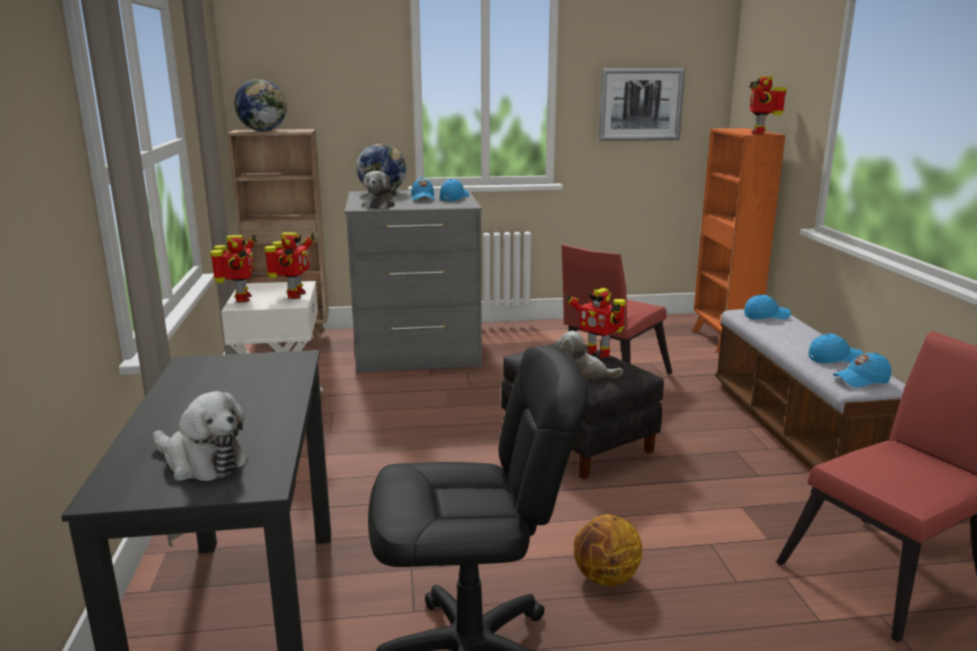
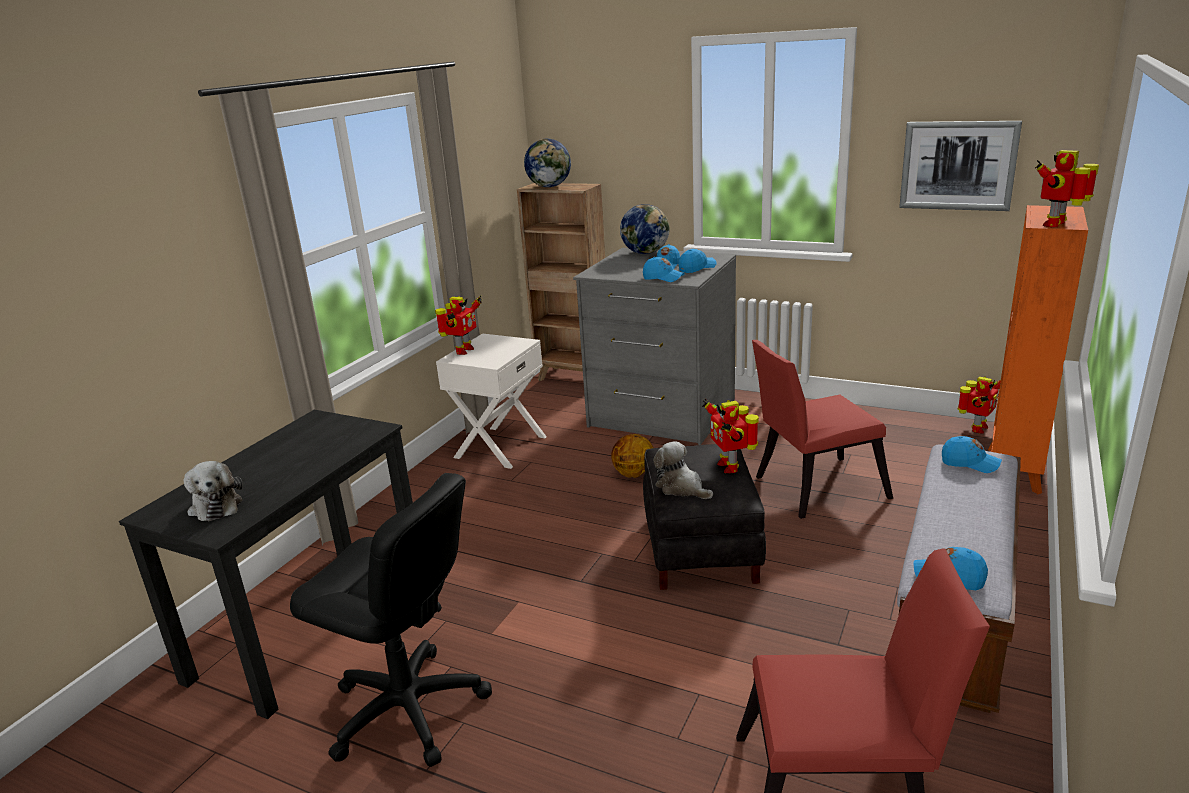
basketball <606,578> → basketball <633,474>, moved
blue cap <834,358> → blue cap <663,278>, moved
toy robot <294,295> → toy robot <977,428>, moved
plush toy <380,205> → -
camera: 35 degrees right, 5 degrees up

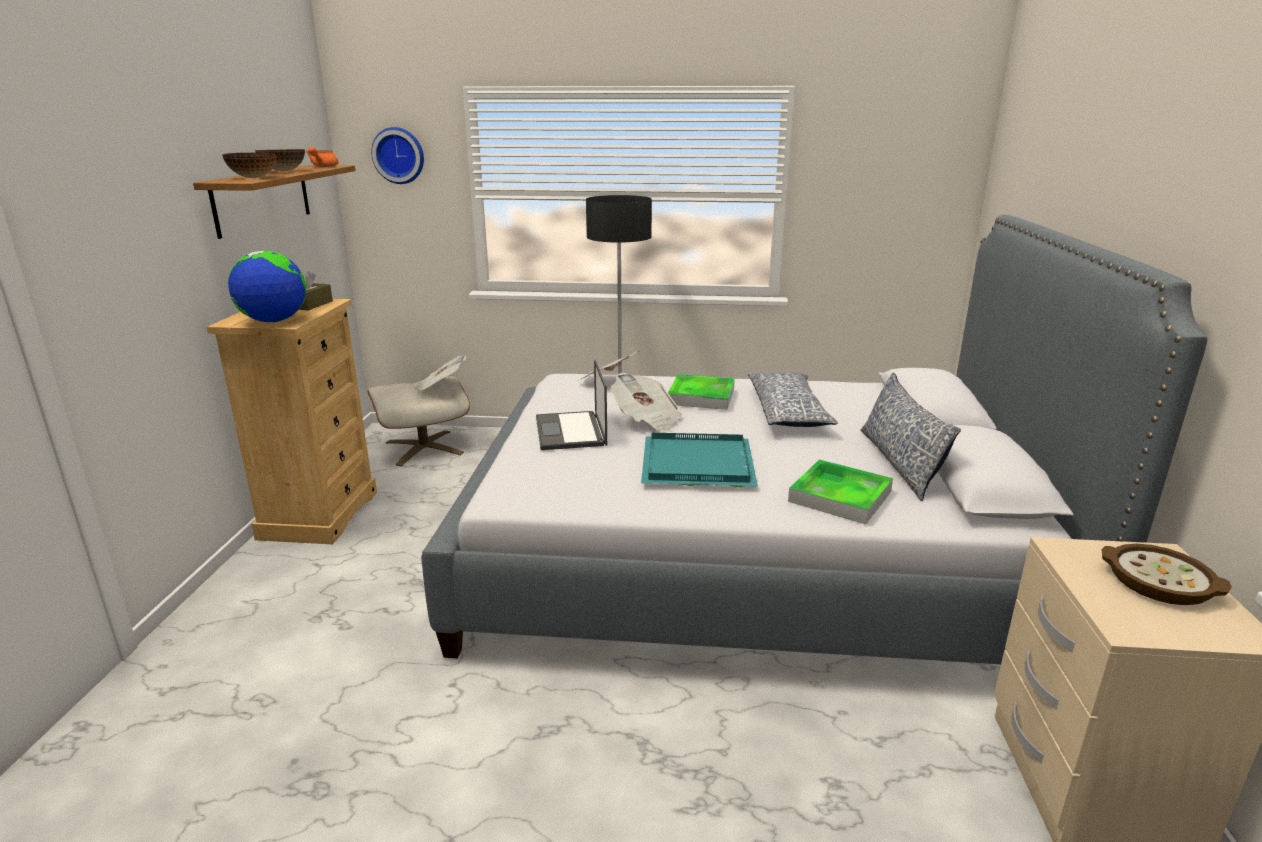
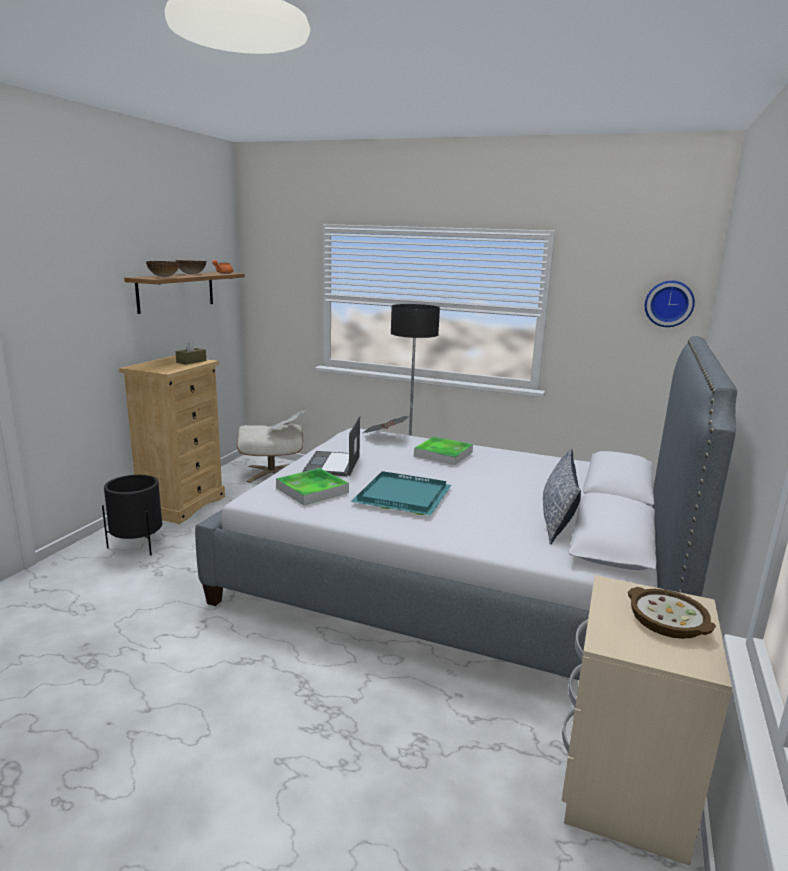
- → black planter <137,545>
tray <840,496> → tray <312,490>, moved
wall clock <399,155> → wall clock <669,303>, moved
globe <274,321> → -
newspaper <646,420> → -
pillow <788,412> → -
camera: 15 degrees right, 5 degrees down

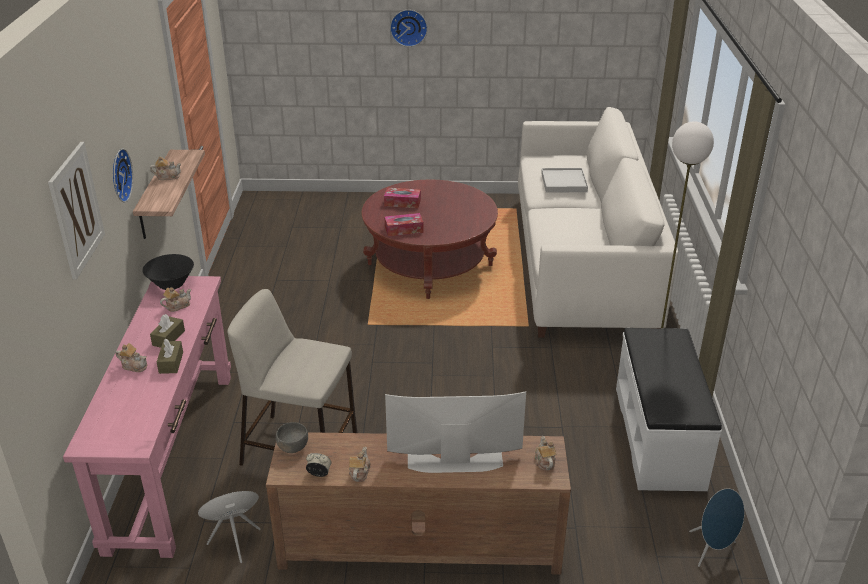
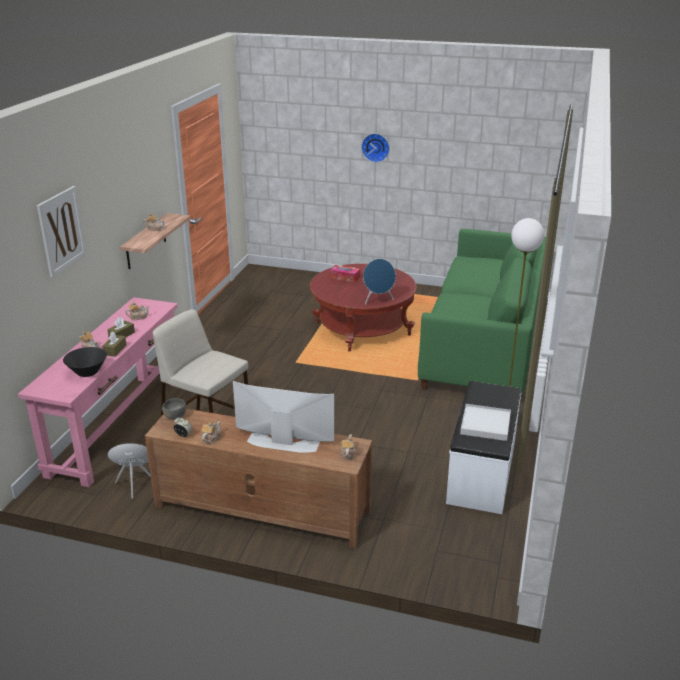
black bowl <171,284> → black bowl <87,372>, moved
blue speaker <712,550> → blue speaker <378,300>, moved
white sofa <582,263> → green sofa <484,342>
white tray <564,182> → white tray <485,424>, moved
wall clock <118,175> → -
tissue box <404,230> → -
camera: 15 degrees right, 5 degrees down

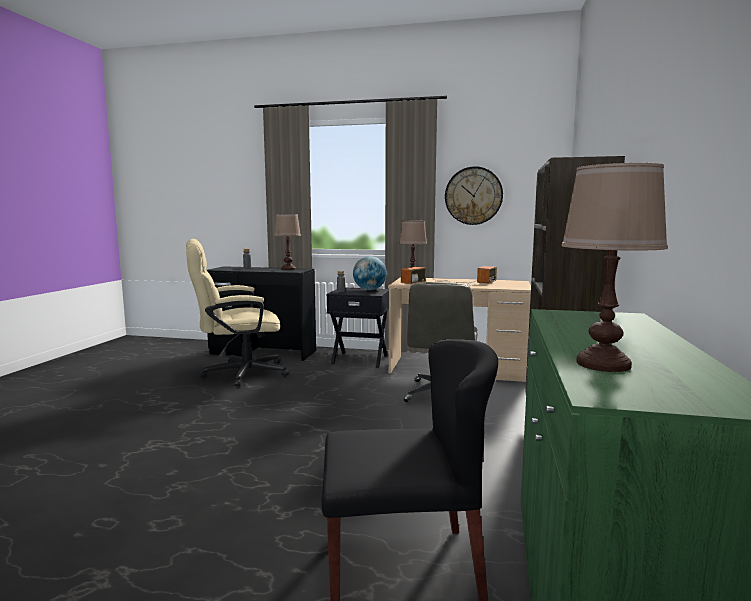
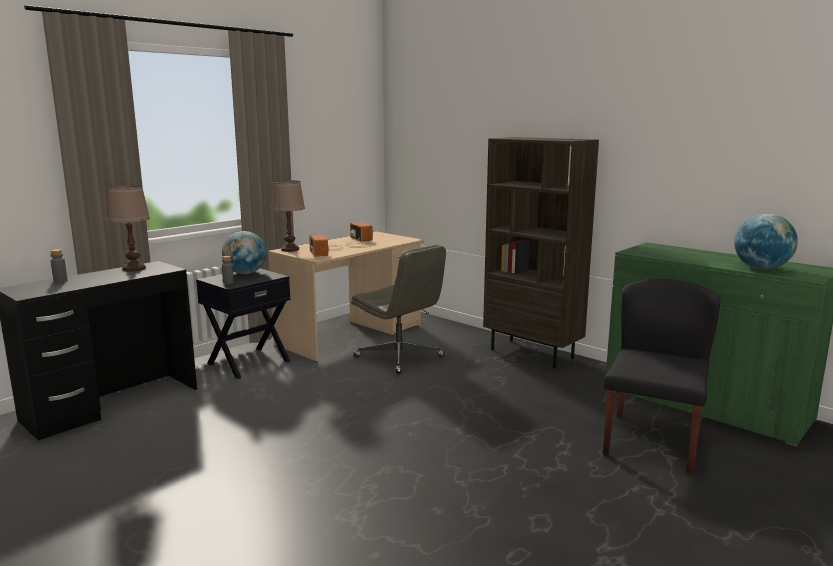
brown table lamp <604,364> → globe <761,269>
beige office chair <237,374> → -
wall clock <473,196> → -
camera: 60 degrees left, 5 degrees up

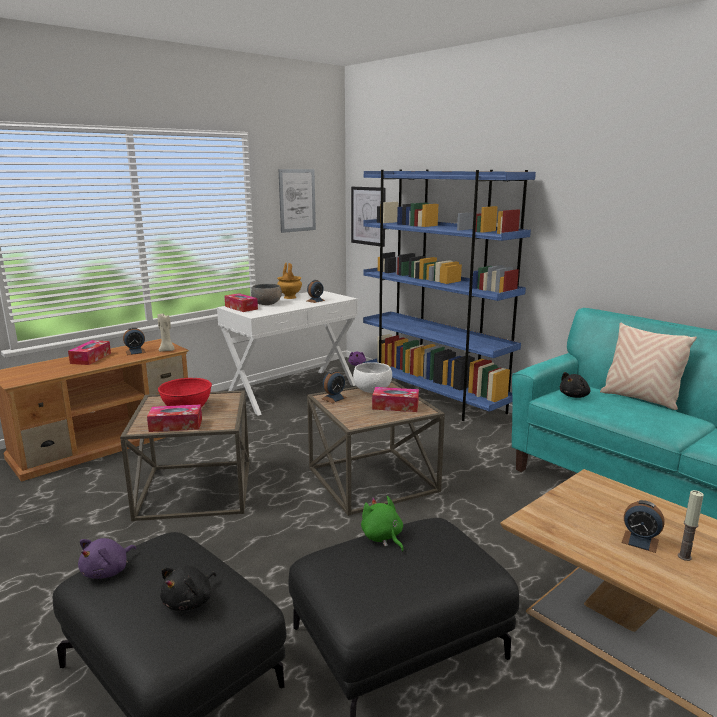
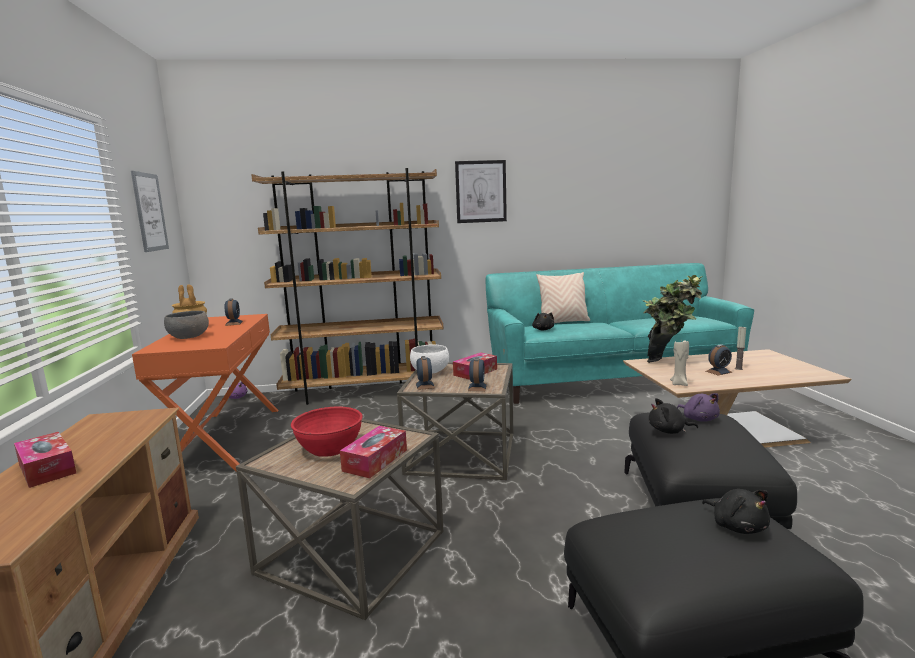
white console table <292,391> → orange console table <225,440>
blue bookcase <433,398> → brown bookcase <365,392>
picture <368,216> → picture <481,191>, moved
alarm clock <135,352> → alarm clock <477,387>, moved
- → potted plant <669,363>
green plush toy <382,537> → black plush toy <669,431>
beige candle <167,350> → beige candle <679,384>, moved
purple plush toy <108,571> → purple plush toy <699,419>, moved
tissue box <241,308> → -
camera: 55 degrees left, 5 degrees down

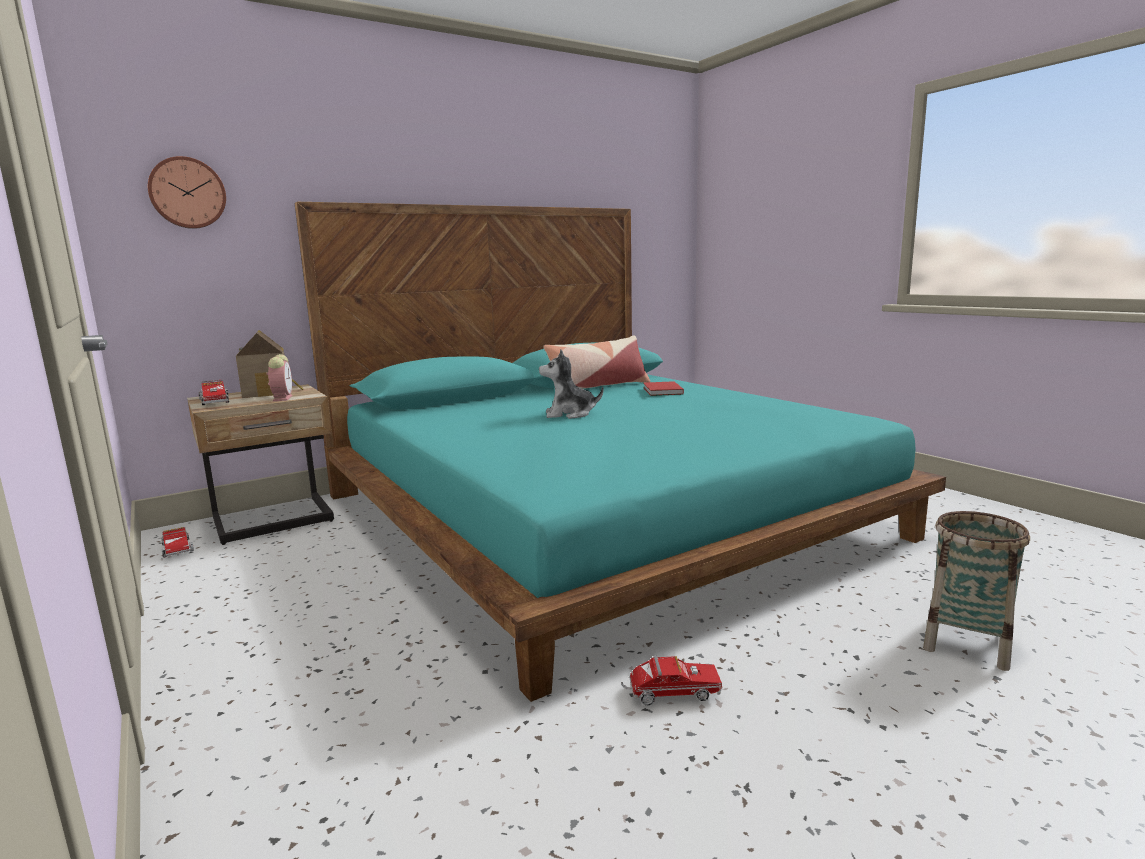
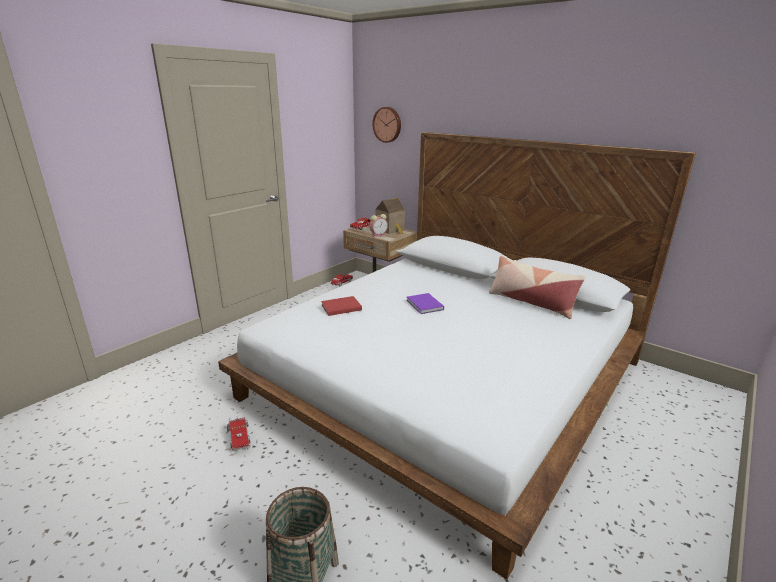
turquoise bed <597,515> → white bed <445,378>
red book <662,391> → red book <340,307>, moved
plush toy <569,414> → purple book <424,305>
camera: 70 degrees right, 10 degrees up

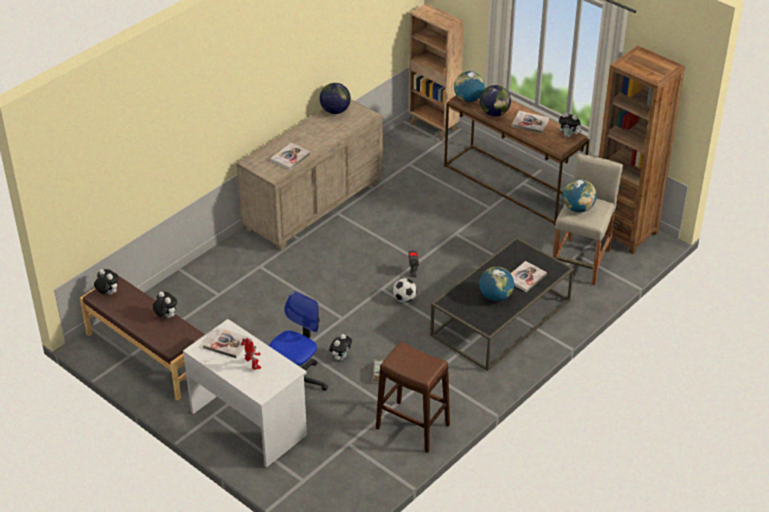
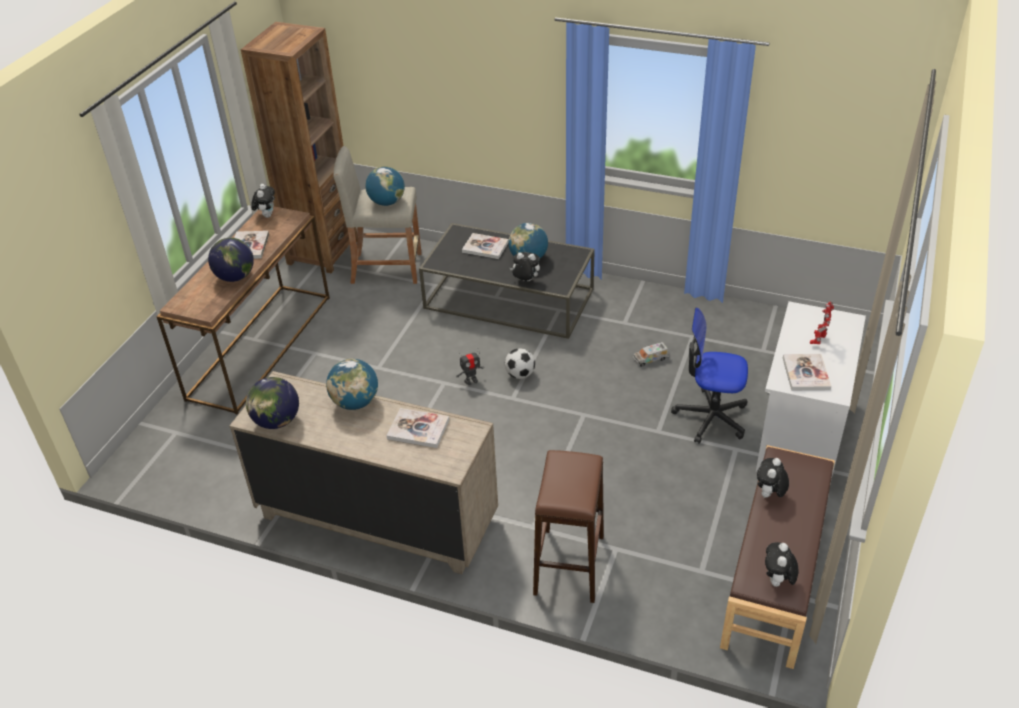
globe <468,99> → globe <355,402>, moved
plush toy <340,357> → plush toy <525,281>, moved
brown stool <412,427> → brown stool <569,565>, moved
brown bookcase <433,127> → -
camera: 110 degrees left, 0 degrees up

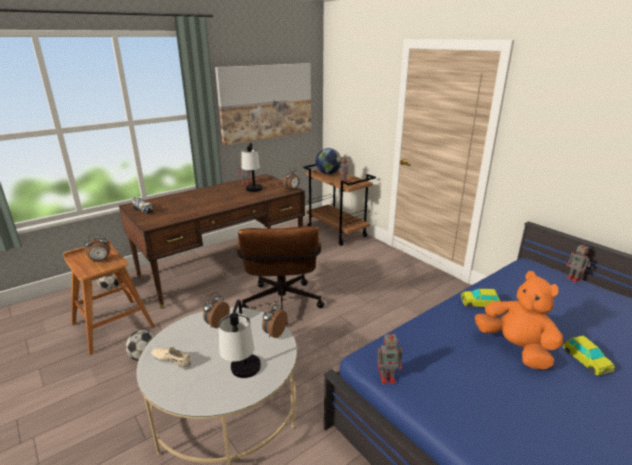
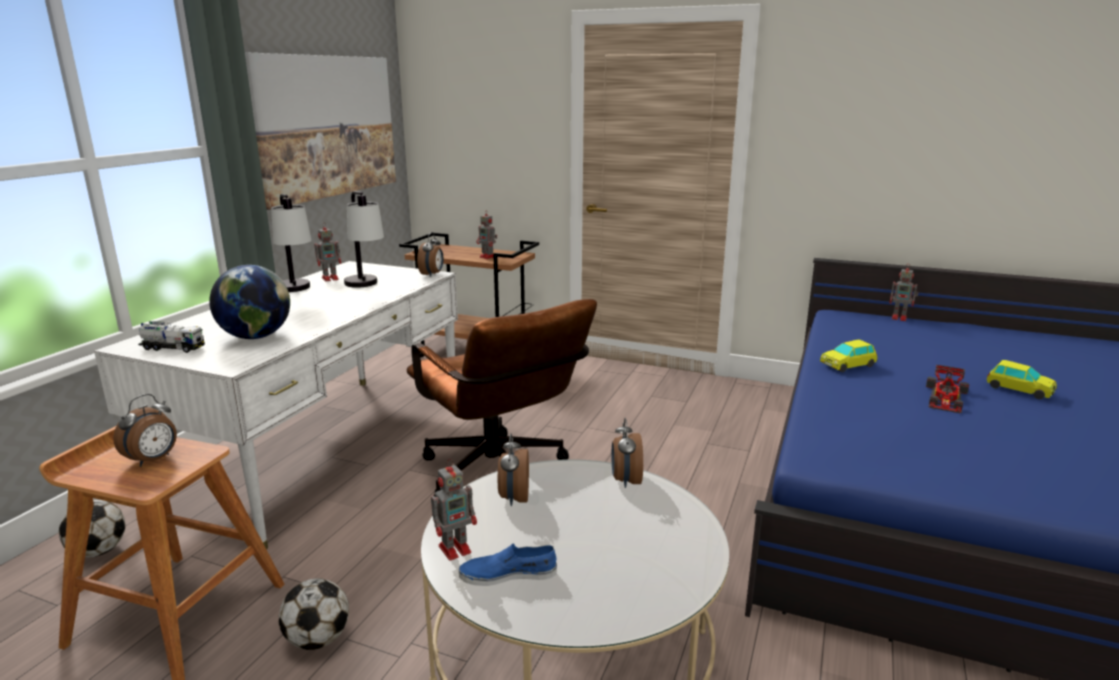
brown desk <223,267> → white desk <323,449>
globe <328,173> → globe <256,336>, moved
table lamp <244,378> → table lamp <297,291>, moved
toy robot <388,377> → toy robot <456,548>, moved
beige shoe <171,360> → blue shoe <508,574>
orange plush toy <515,348> → toy car <945,398>
camera: 30 degrees left, 5 degrees down

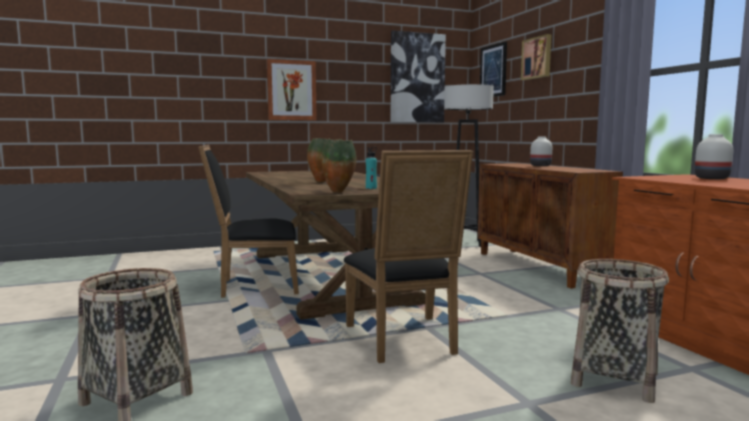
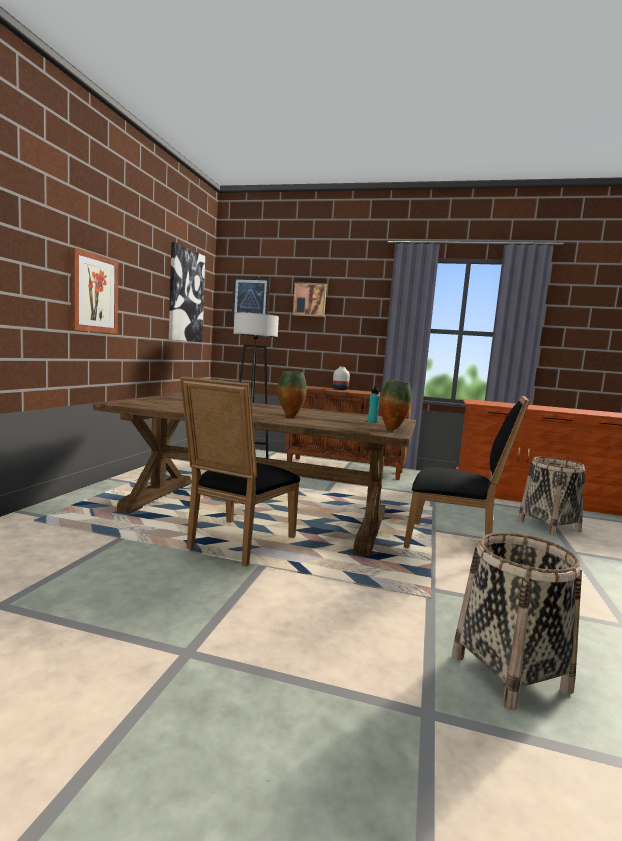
white vase <712,178> → -
camera: 55 degrees left, 0 degrees up

